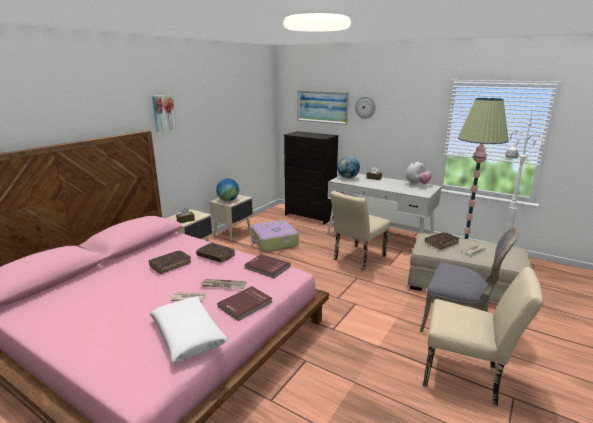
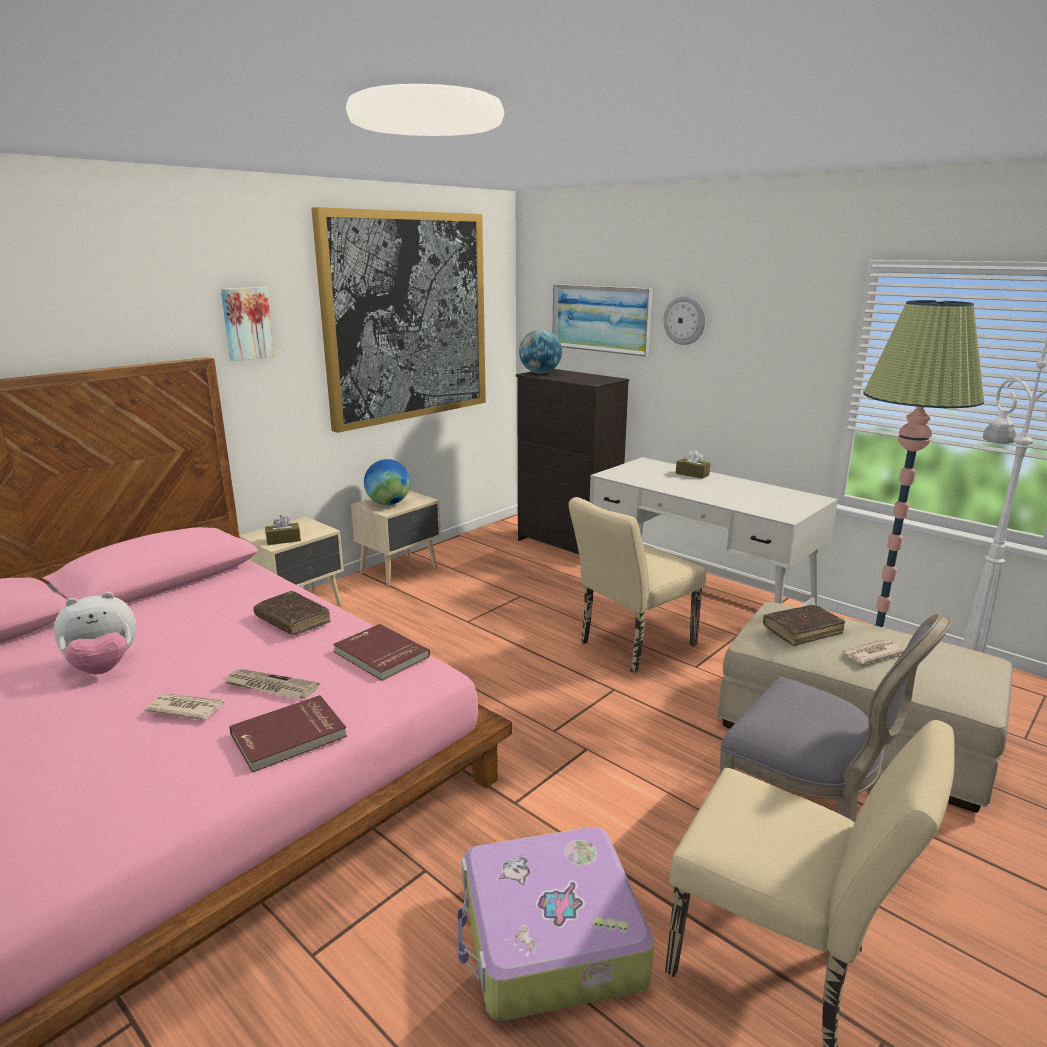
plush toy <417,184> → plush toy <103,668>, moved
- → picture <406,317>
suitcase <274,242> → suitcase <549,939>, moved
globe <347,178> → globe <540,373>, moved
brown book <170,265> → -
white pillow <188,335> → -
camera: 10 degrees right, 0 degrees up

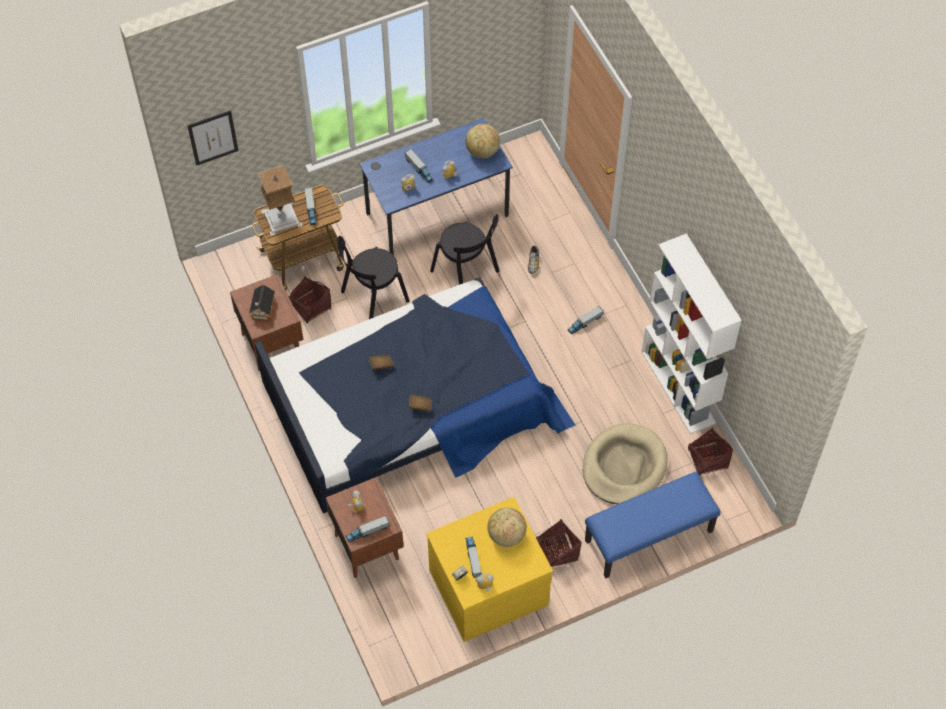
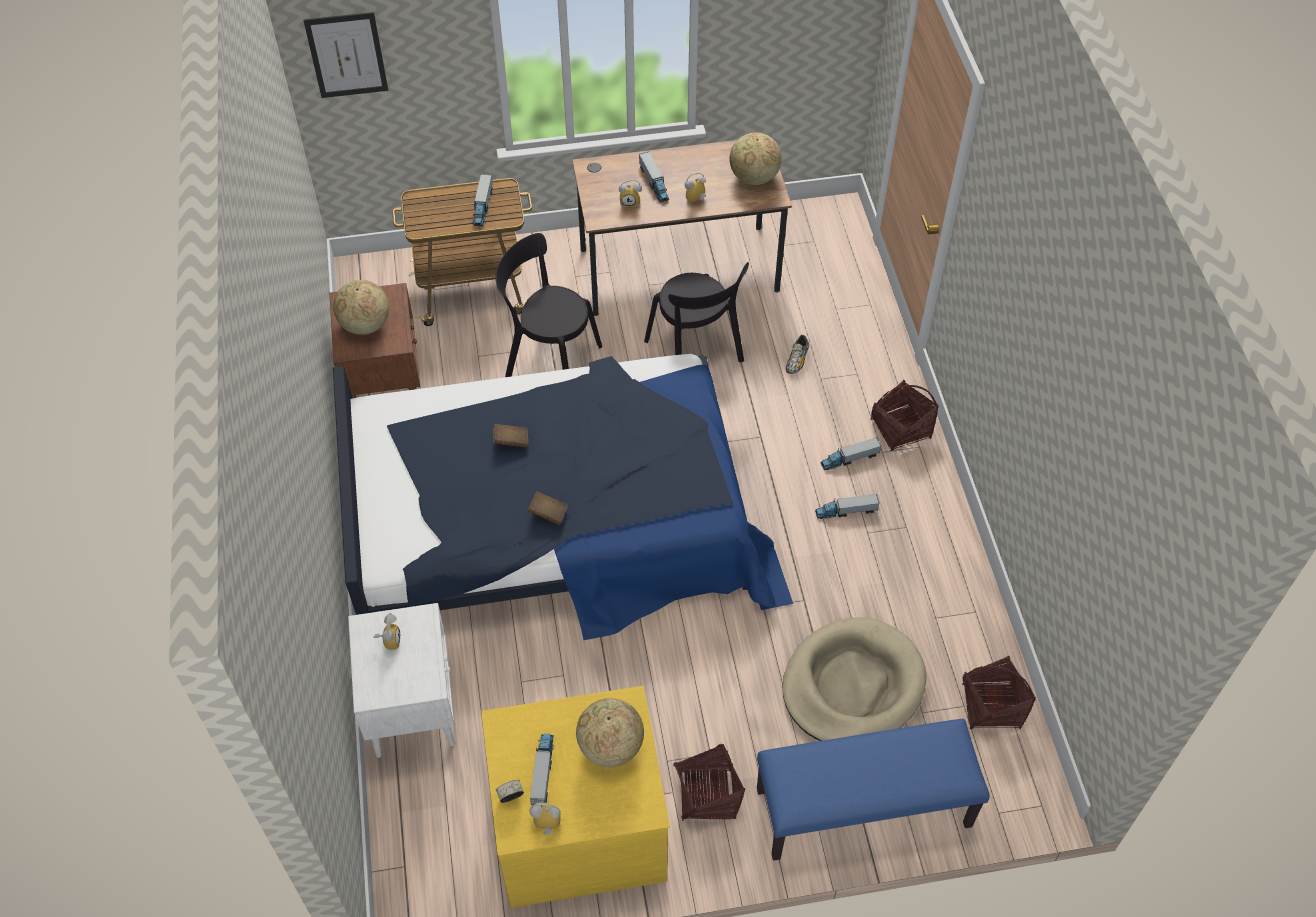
toy house <262,309> → globe <365,325>
brown nightstand <367,545> → white nightstand <413,712>
black chair <372,298> → black chair <549,359>, 45 degrees clockwise
blue desk <437,214> → brown desk <679,270>
toy truck <367,532> → toy truck <846,511>, moved
basket <311,307> → basket <901,429>, moved
table lamp <282,218> → -
white bookcase <679,387> → -
camera: 15 degrees right, 5 degrees down

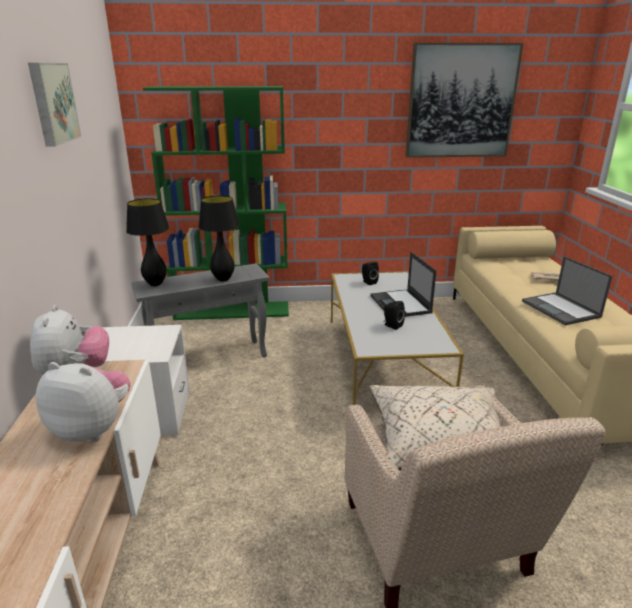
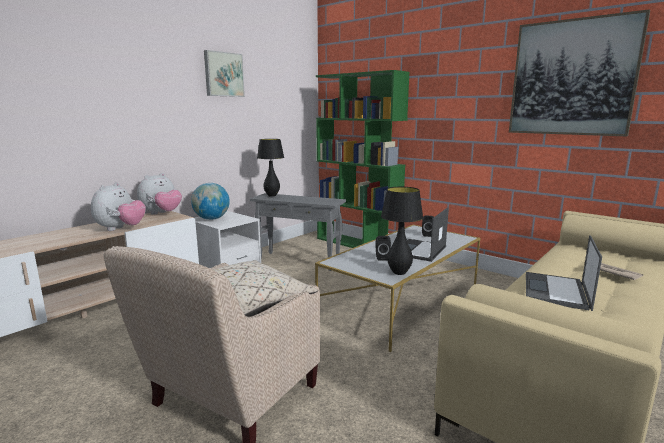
plush toy <93,429> → plush toy <120,229>, 45 degrees clockwise
- → globe <211,219>
black table lamp <223,279> → black table lamp <399,273>, moved
camera: 45 degrees right, 10 degrees down

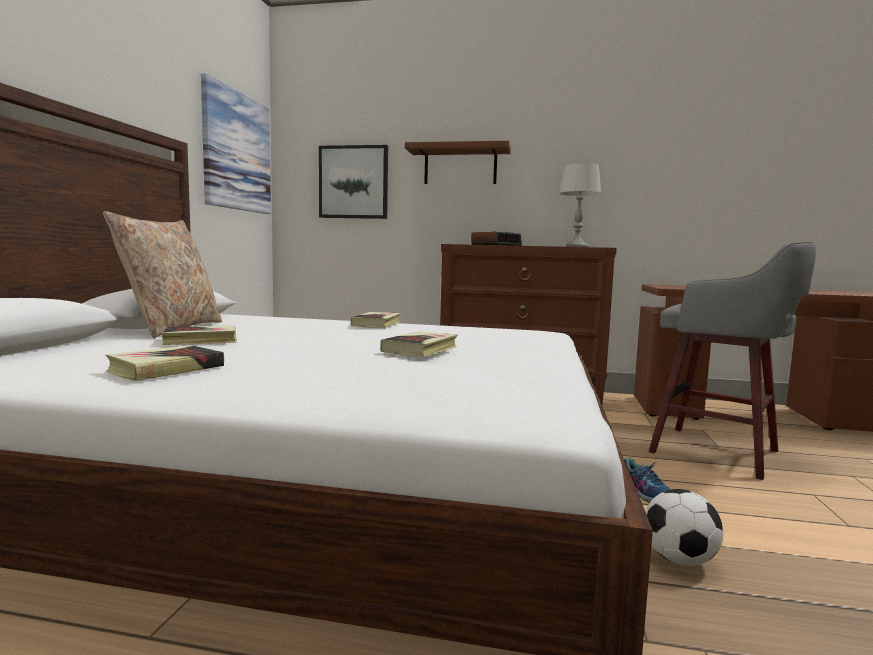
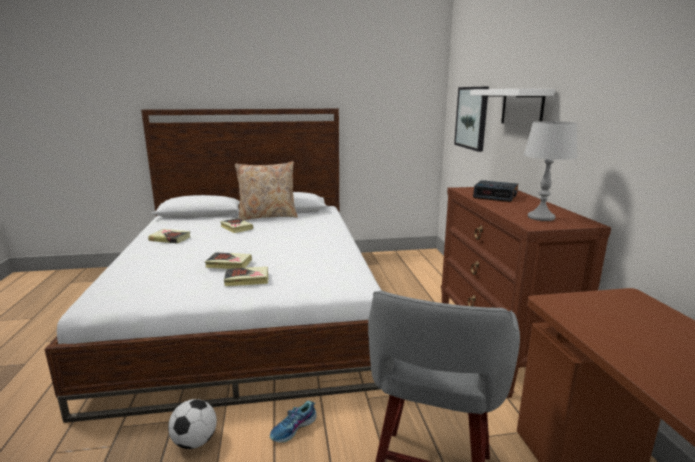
book <376,324> → book <247,279>, moved
brown shelf <460,166> → white shelf <522,107>
picture <237,151> → -
camera: 70 degrees right, 10 degrees up

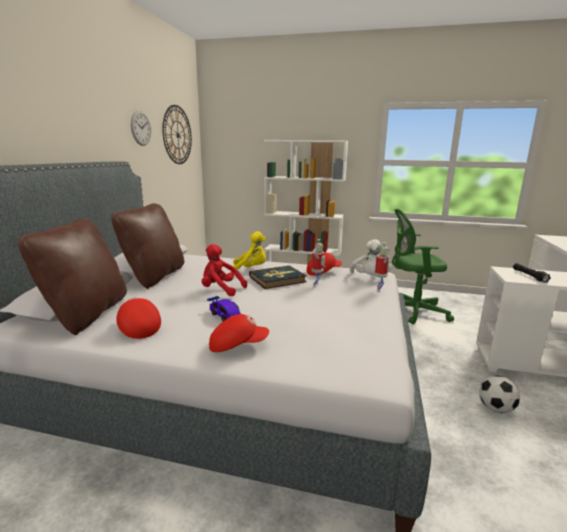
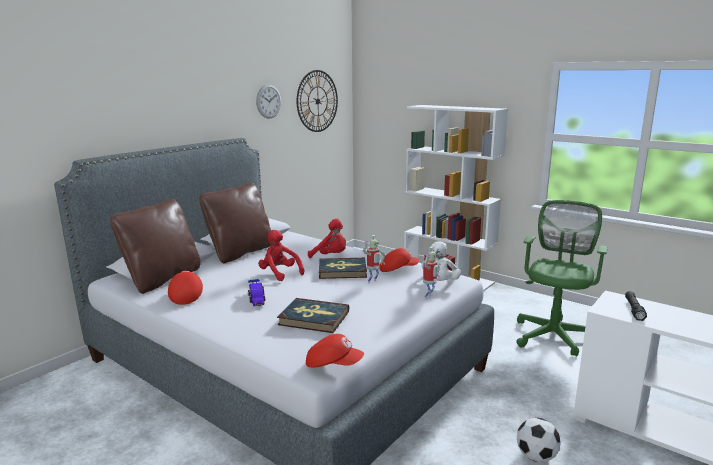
- → book <314,318>
red cap <237,345> → red cap <333,364>, moved
yellow plush toy <250,269> → red plush toy <331,256>
green office chair <412,311> → green office chair <554,334>, 90 degrees clockwise
camera: 25 degrees right, 0 degrees up

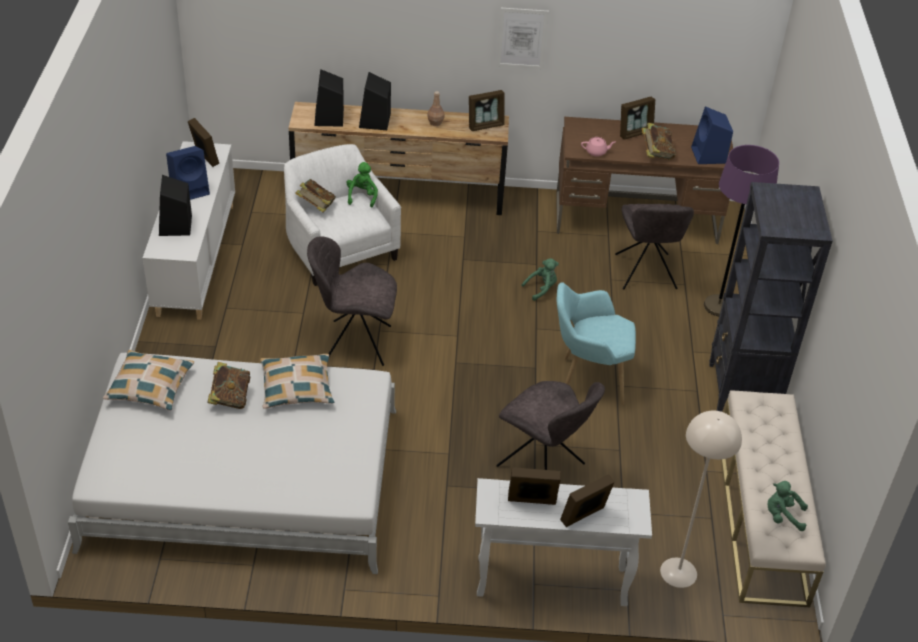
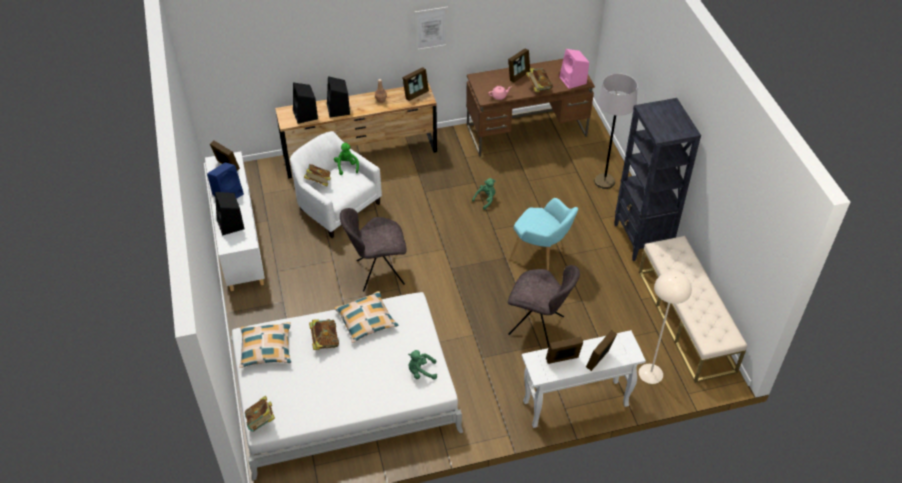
- → book <261,421>
green plush toy <782,516> → green plush toy <421,372>, moved
turquoise armchair <587,378> → turquoise armchair <541,256>, 135 degrees counterclockwise
blue speaker <709,156> → pink speaker <573,80>
purple floor lamp <718,306> → grey floor lamp <604,182>
grey chair <646,273> → -
camera: 15 degrees left, 5 degrees up

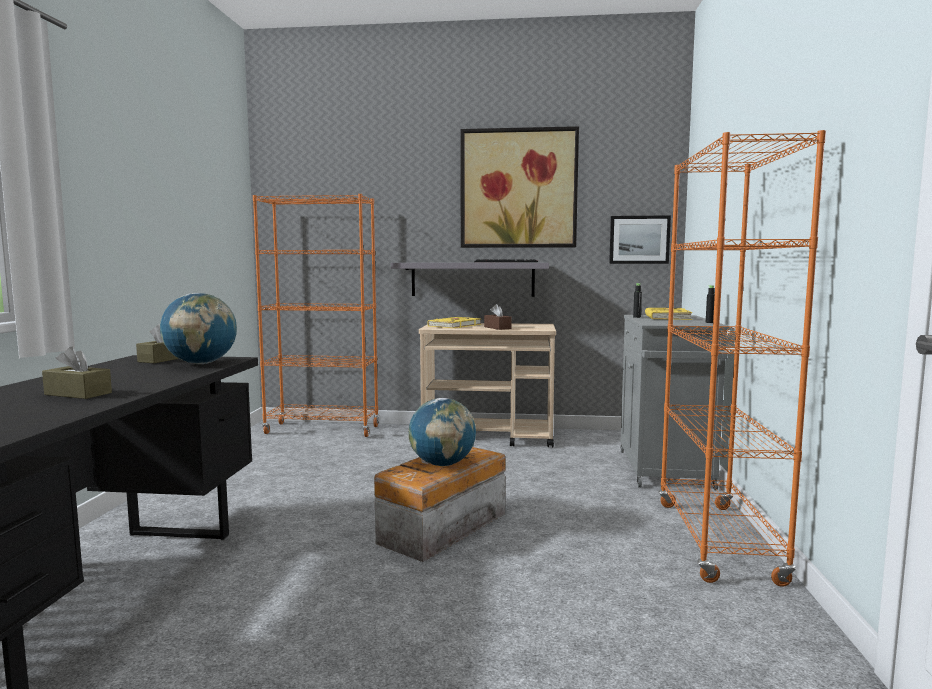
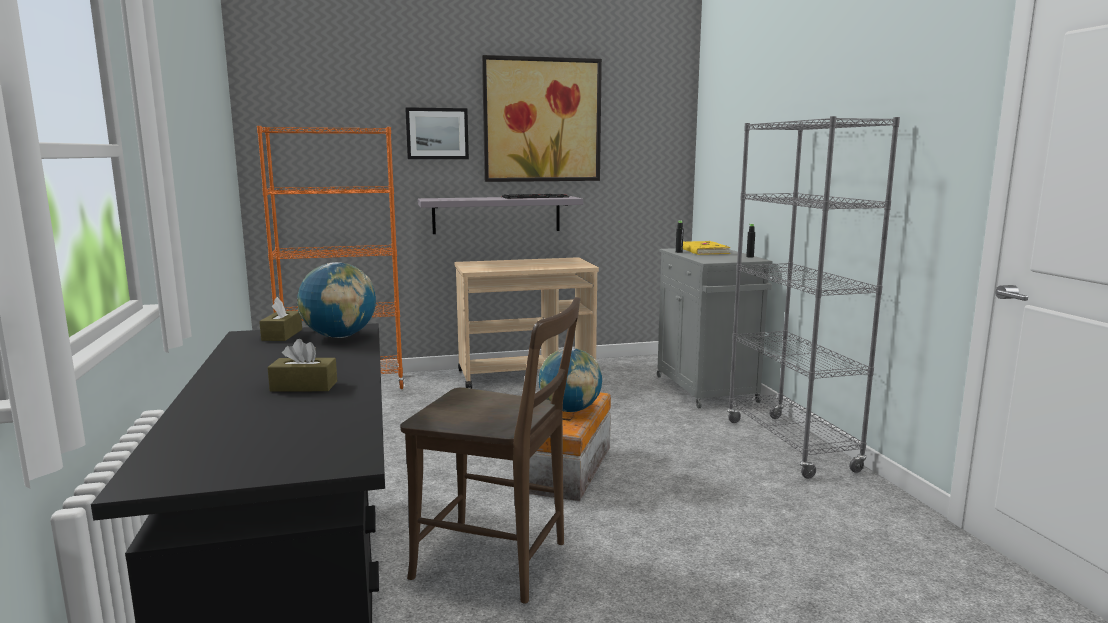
- → brown chair <498,562>
picture <639,239> → picture <437,133>, moved
orange bookcase <717,541> → grey bookcase <790,445>
yellow book <453,325> → -
brown tissue box <497,328> → -
camera: 20 degrees left, 5 degrees up

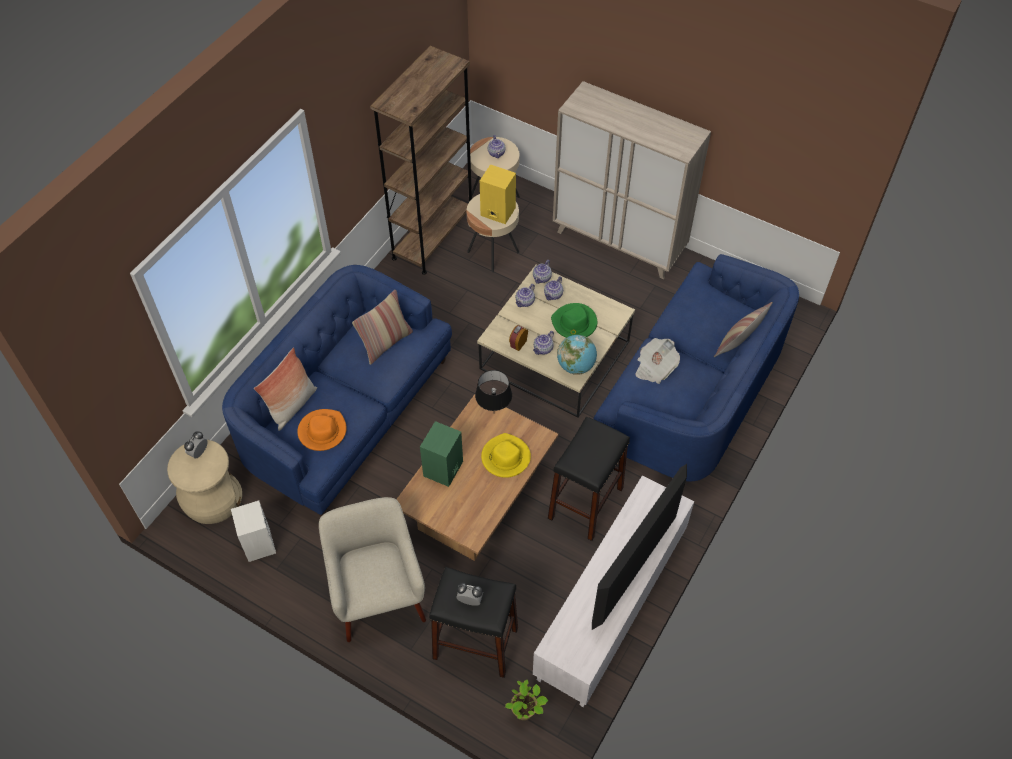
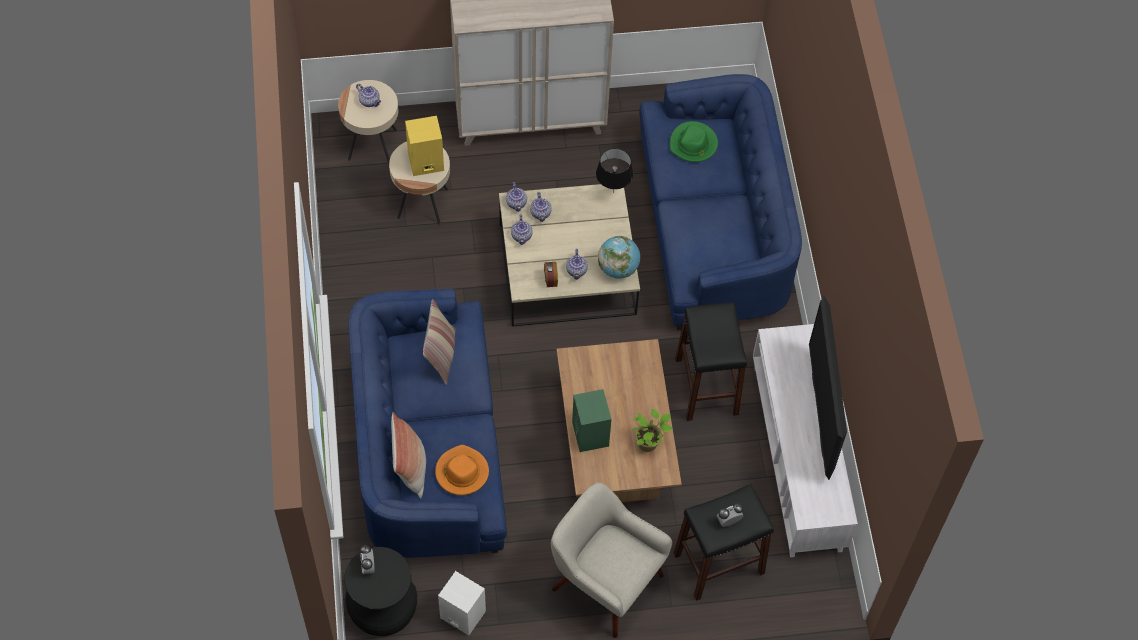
beige stool <212,499> → black stool <381,607>
black table lamp <493,414> → black table lamp <613,192>, moved
potted plant <525,711> → potted plant <648,443>, moved
green hat <574,323> → green hat <693,144>, moved
brown bookcase <433,237> → -
yellow hat <505,457> → -
newspaper <654,368> → -
pillow <737,345> → -
camera: 40 degrees left, 5 degrees up

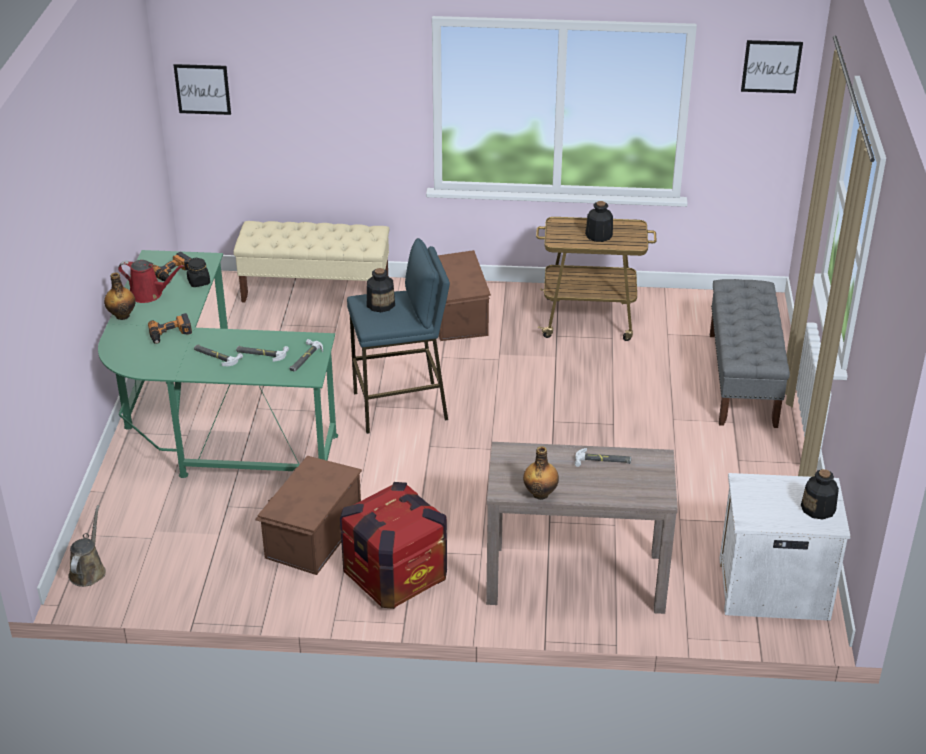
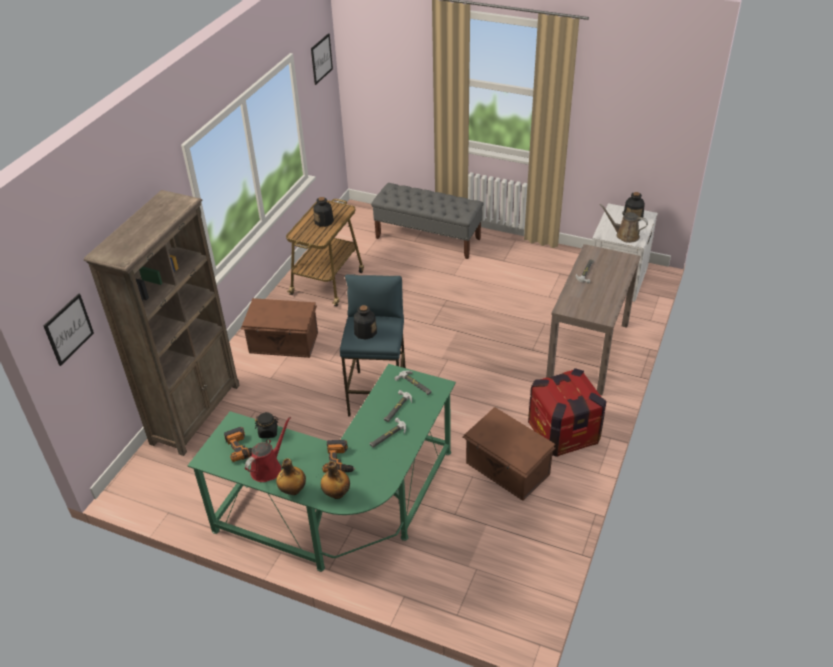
beige bench <316,290> → brown bookcase <196,413>
bottle <540,493> → bottle <336,493>, moved
brown watering can <88,570> → brown watering can <625,235>, moved
camera: 70 degrees left, 5 degrees up

